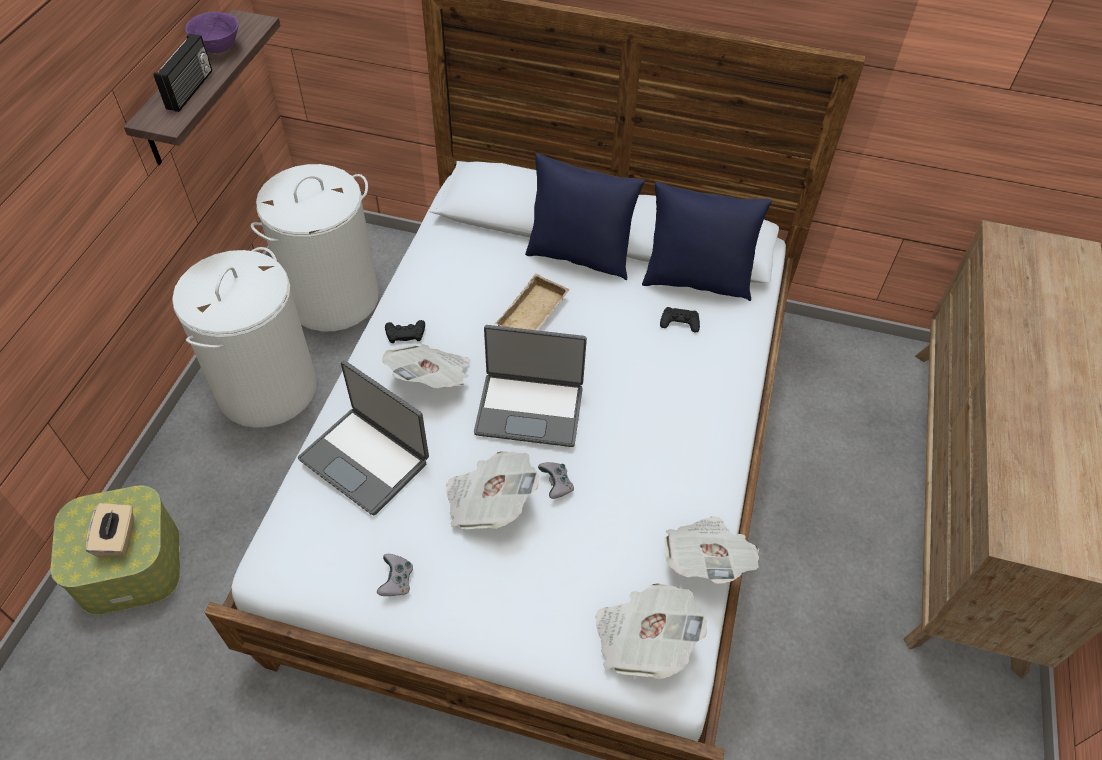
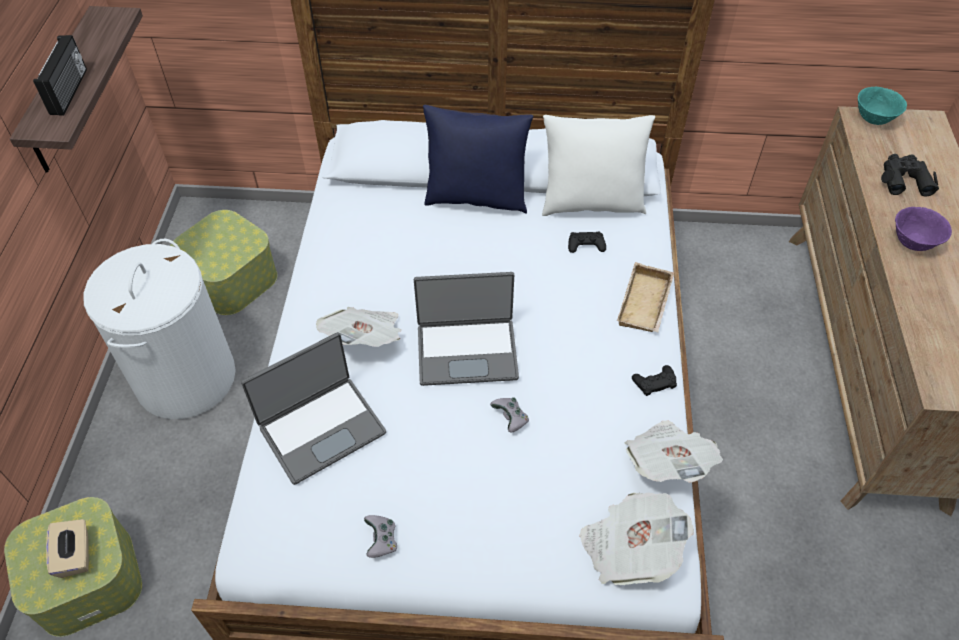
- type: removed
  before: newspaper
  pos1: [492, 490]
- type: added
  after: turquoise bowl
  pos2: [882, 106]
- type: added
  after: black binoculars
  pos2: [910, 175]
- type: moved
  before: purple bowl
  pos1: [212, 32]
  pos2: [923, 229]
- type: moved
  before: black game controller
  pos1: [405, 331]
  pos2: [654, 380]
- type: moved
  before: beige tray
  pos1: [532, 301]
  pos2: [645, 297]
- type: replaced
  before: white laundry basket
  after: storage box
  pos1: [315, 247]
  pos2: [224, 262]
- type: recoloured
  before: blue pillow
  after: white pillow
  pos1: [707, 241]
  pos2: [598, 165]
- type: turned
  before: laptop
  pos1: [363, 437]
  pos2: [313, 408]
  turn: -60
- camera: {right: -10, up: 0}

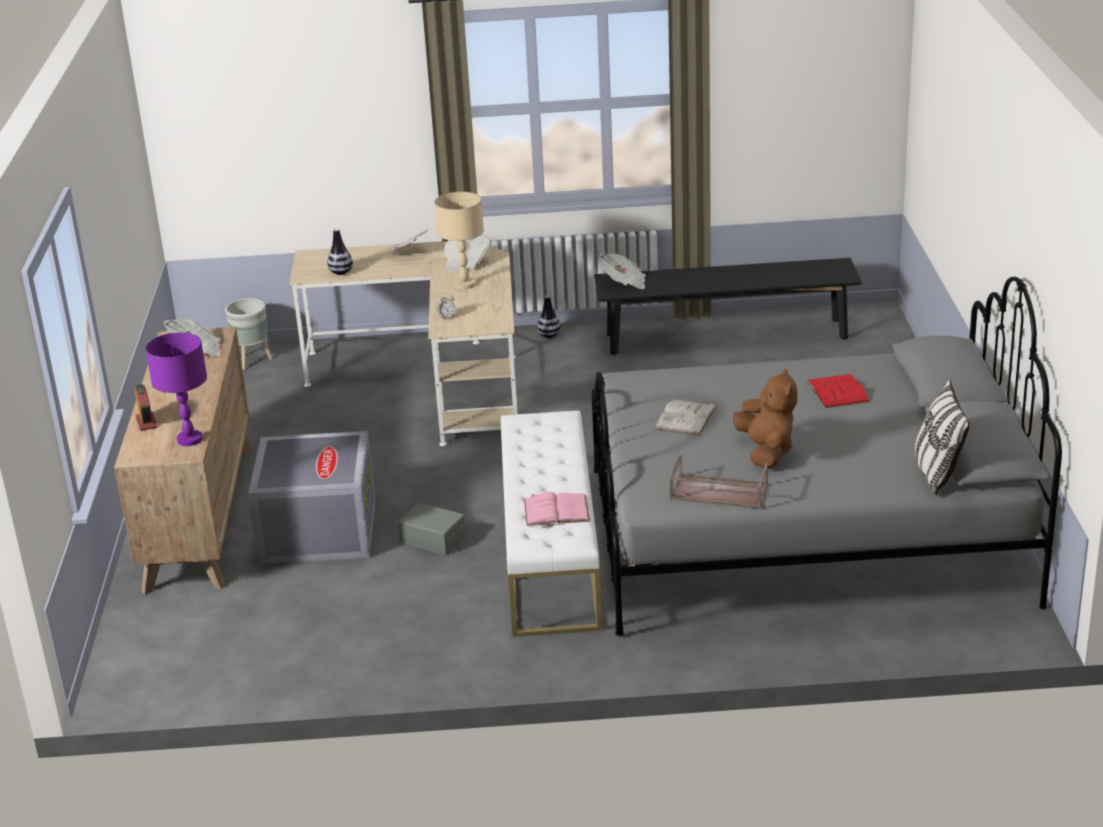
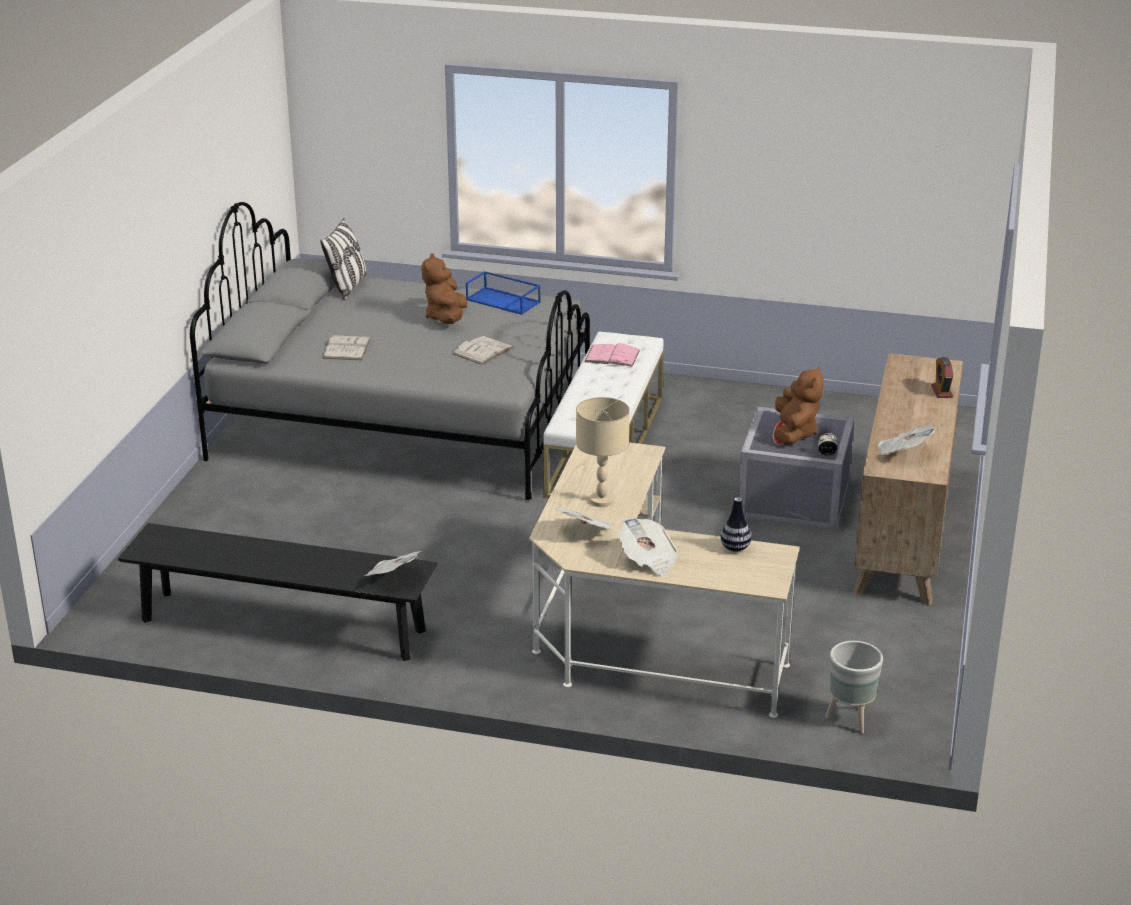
- type: removed
  before: purple table lamp
  pos1: [176, 389]
- type: removed
  before: grey storage box
  pos1: [432, 529]
- type: removed
  before: vase
  pos1: [549, 316]
- type: added
  after: brown plush toy
  pos2: [799, 405]
- type: moved
  before: alarm clock
  pos1: [446, 306]
  pos2: [827, 444]
- type: recoloured
  before: brown tray
  after: blue tray
  pos1: [719, 481]
  pos2: [503, 293]
- type: recoloured
  before: red book
  after: white book
  pos1: [838, 391]
  pos2: [347, 347]
- camera: {right: -165, up: 0}

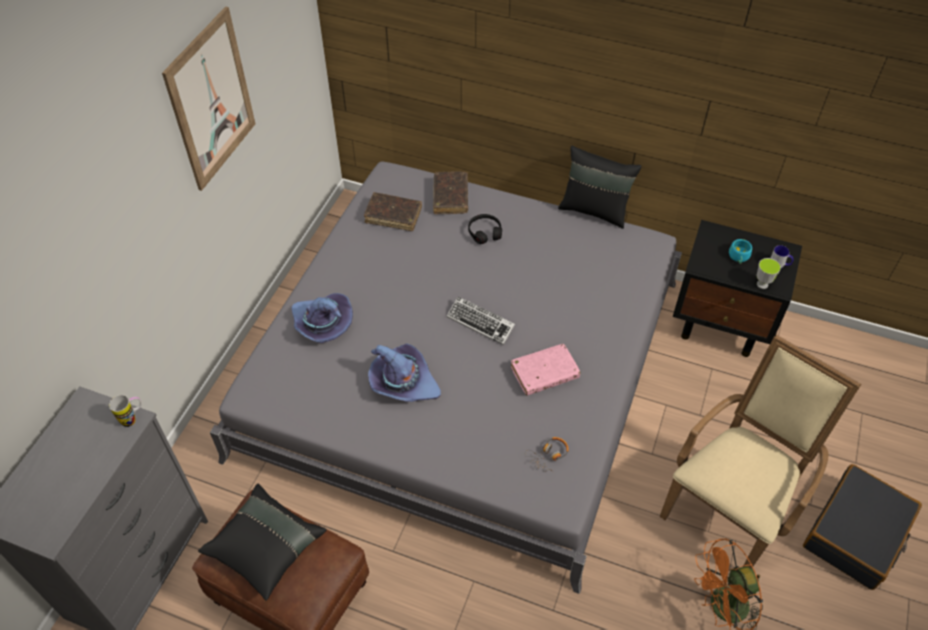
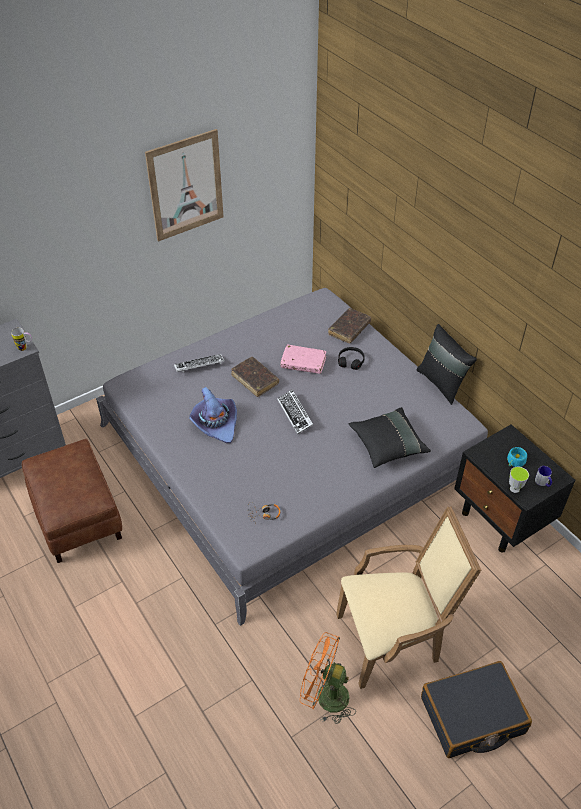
- type: moved
  before: black pillow
  pos1: [262, 542]
  pos2: [390, 437]
- type: moved
  before: brown book
  pos1: [393, 211]
  pos2: [255, 377]
- type: moved
  before: pink book
  pos1: [546, 369]
  pos2: [303, 359]
- type: replaced
  before: purple hat
  after: keyboard
  pos1: [322, 318]
  pos2: [199, 363]
- camera: {right: 35, up: -5}

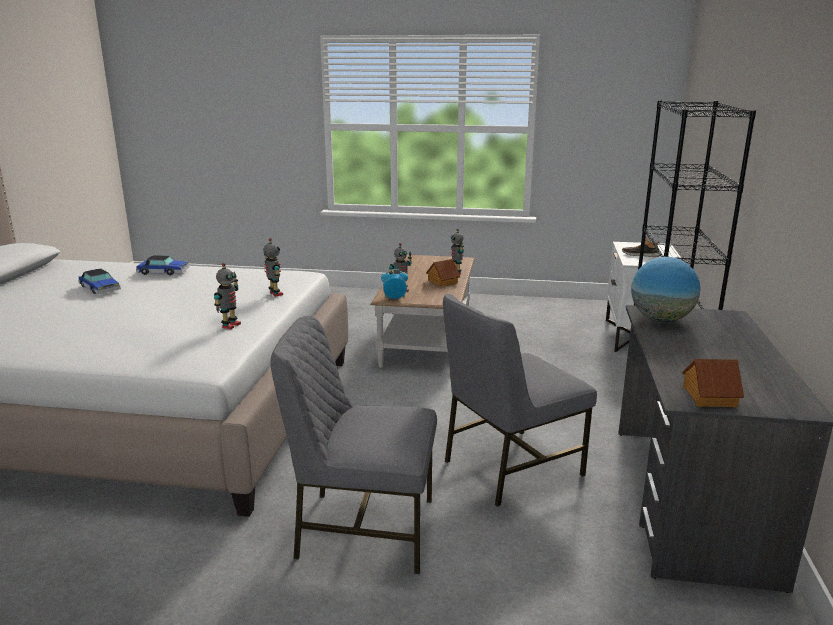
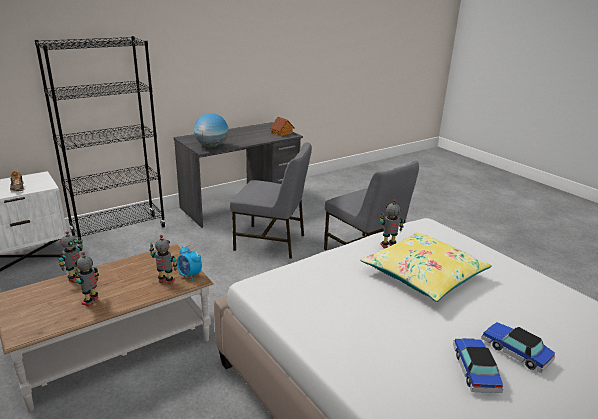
- type: removed
  before: toy house
  pos1: [443, 273]
- type: added
  after: yellow pillow
  pos2: [426, 267]
- type: moved
  before: toy car
  pos1: [162, 265]
  pos2: [518, 347]
- type: moved
  before: toy robot
  pos1: [273, 267]
  pos2: [87, 279]
- camera: {right: -135, up: 5}

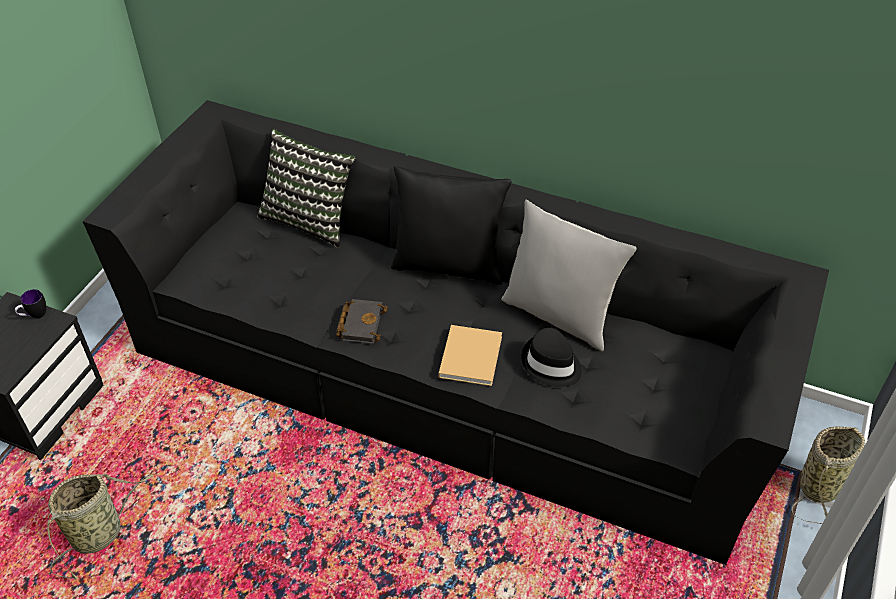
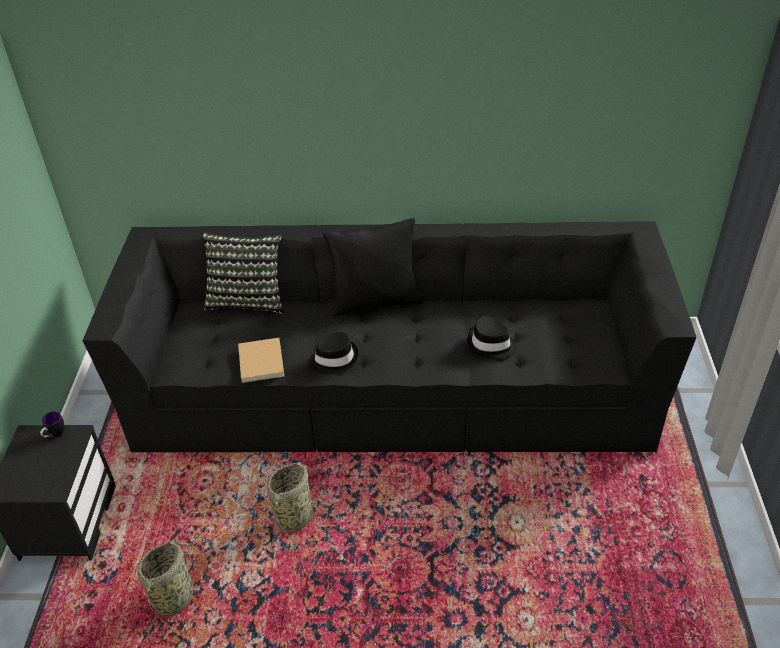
- type: removed
  before: grey pillow
  pos1: [569, 275]
- type: moved
  before: beige book
  pos1: [470, 355]
  pos2: [261, 360]
- type: moved
  before: basket
  pos1: [828, 475]
  pos2: [294, 507]
- type: replaced
  before: black book
  after: black hat
  pos1: [362, 321]
  pos2: [333, 353]
- camera: {right: -20, up: -5}

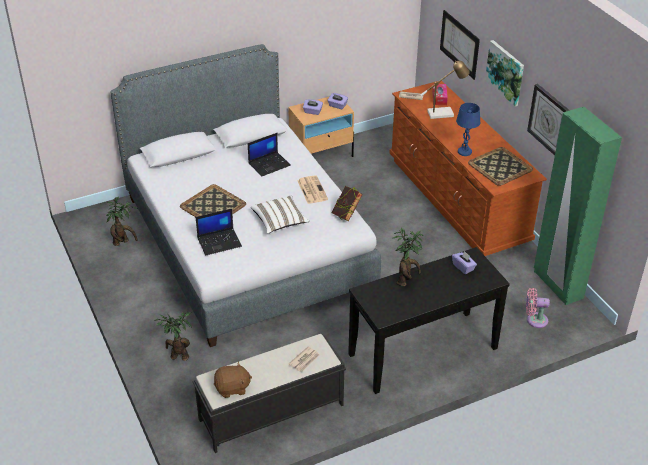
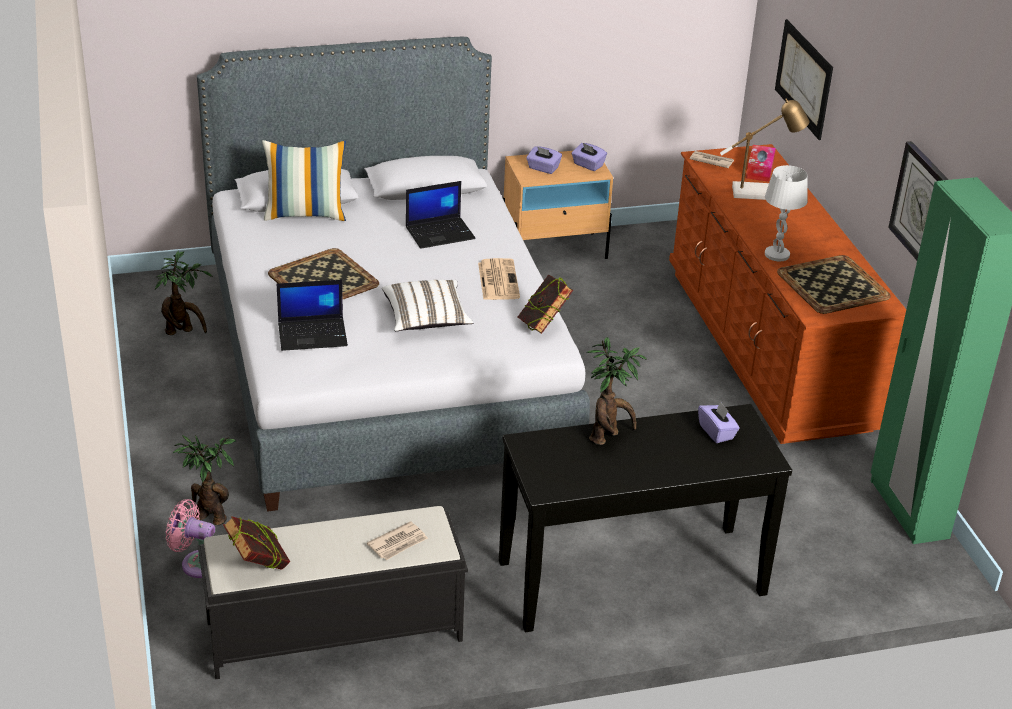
- type: removed
  before: picture
  pos1: [504, 73]
- type: added
  after: pillow
  pos2: [304, 180]
- type: moved
  before: pink fan
  pos1: [538, 308]
  pos2: [190, 538]
- type: replaced
  before: brown plush toy
  after: book
  pos1: [233, 380]
  pos2: [256, 543]
- type: recoloured
  before: blue table lamp
  after: white table lamp
  pos1: [468, 129]
  pos2: [786, 213]
- camera: {right: 10, up: -5}

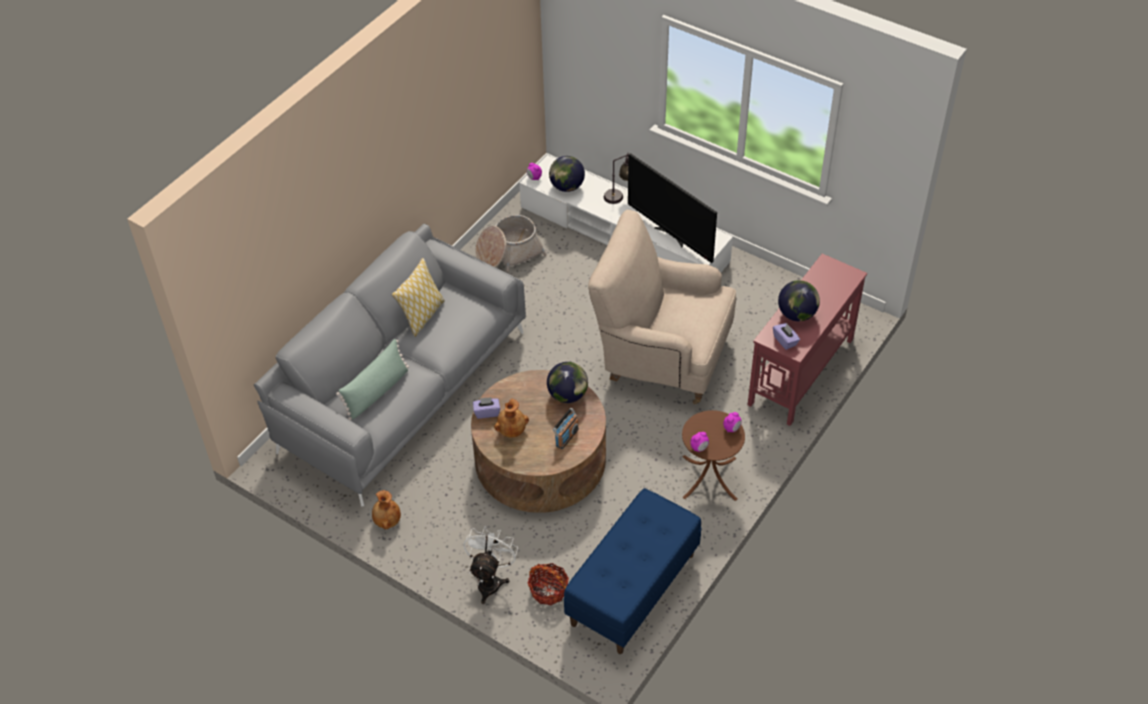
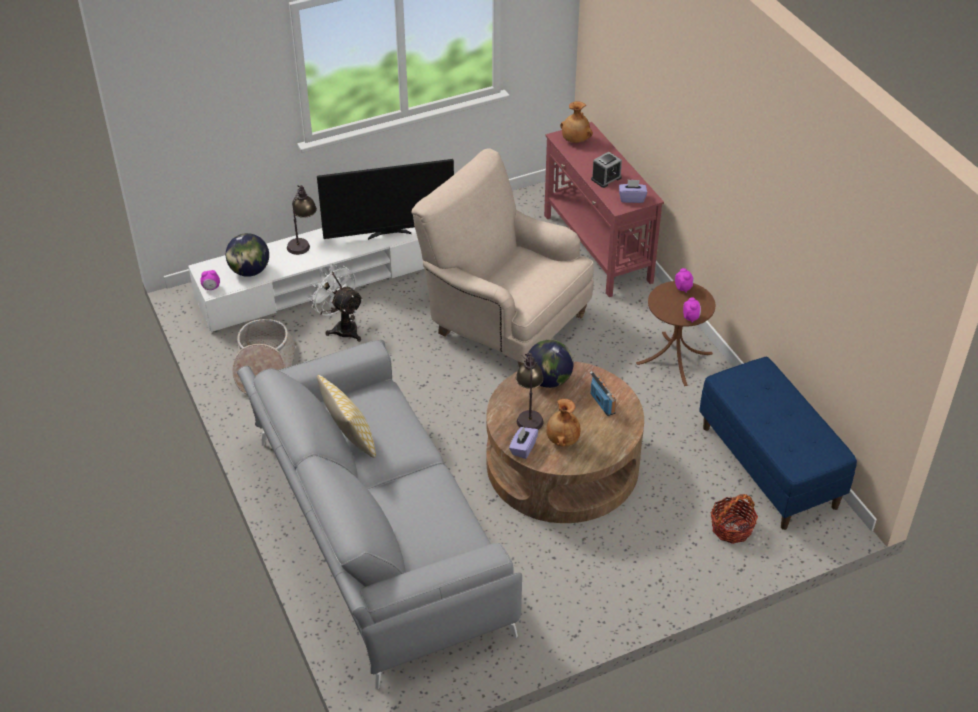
- type: removed
  before: green pillow
  pos1: [372, 379]
- type: added
  after: table lamp
  pos2: [530, 391]
- type: moved
  before: brown vase
  pos1: [386, 509]
  pos2: [576, 122]
- type: moved
  before: white fan
  pos1: [491, 565]
  pos2: [335, 303]
- type: replaced
  before: globe
  after: alarm clock
  pos1: [799, 300]
  pos2: [606, 170]
- type: turned
  before: beige armchair
  pos1: [662, 307]
  pos2: [503, 258]
  turn: 75
- camera: {right: -60, up: -5}

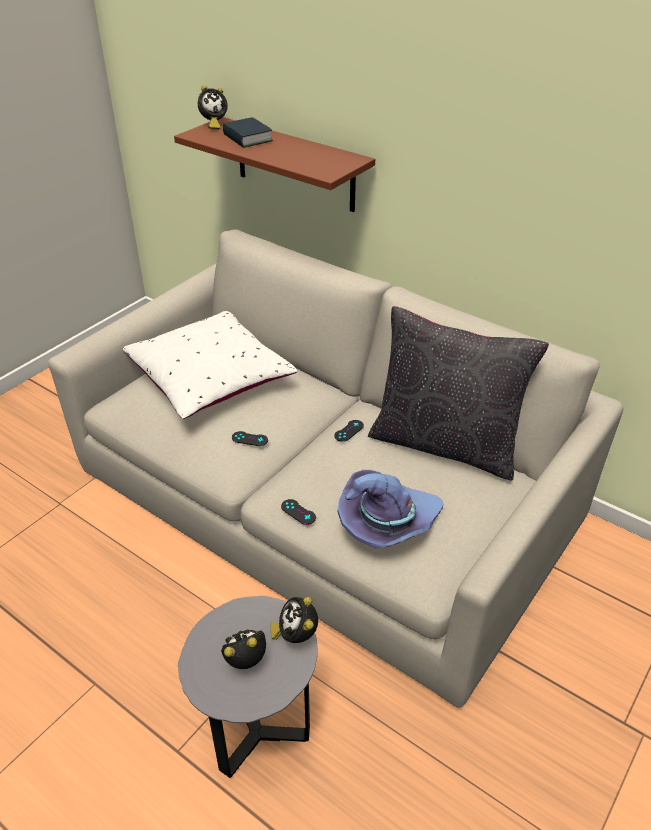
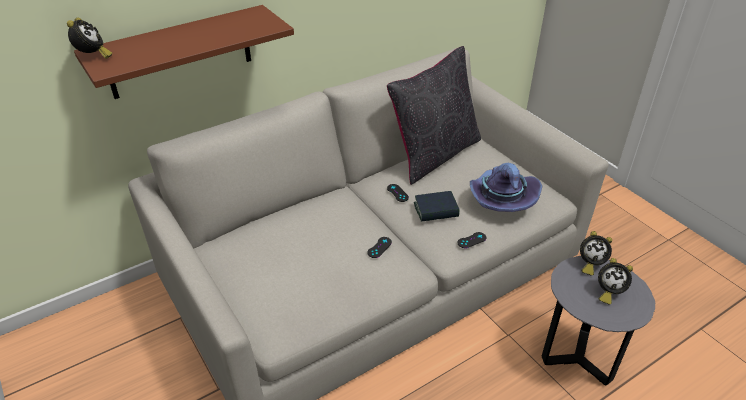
- type: removed
  before: white pillow
  pos1: [210, 365]
- type: moved
  before: book
  pos1: [248, 132]
  pos2: [437, 206]
- type: turned
  before: alarm clock
  pos1: [243, 649]
  pos2: [615, 281]
  turn: -75
- camera: {right: -70, up: 0}

